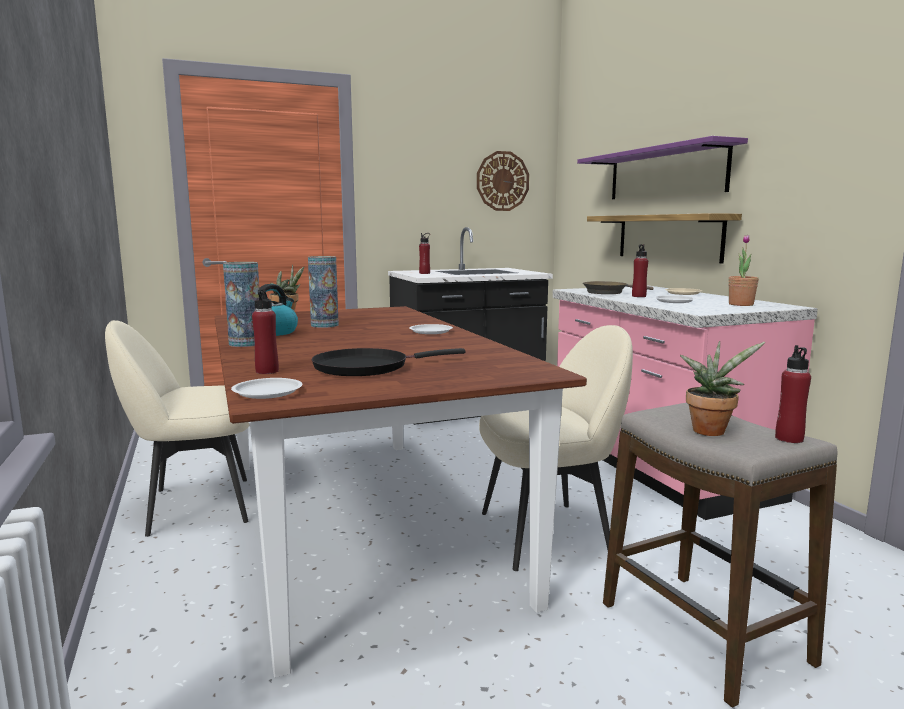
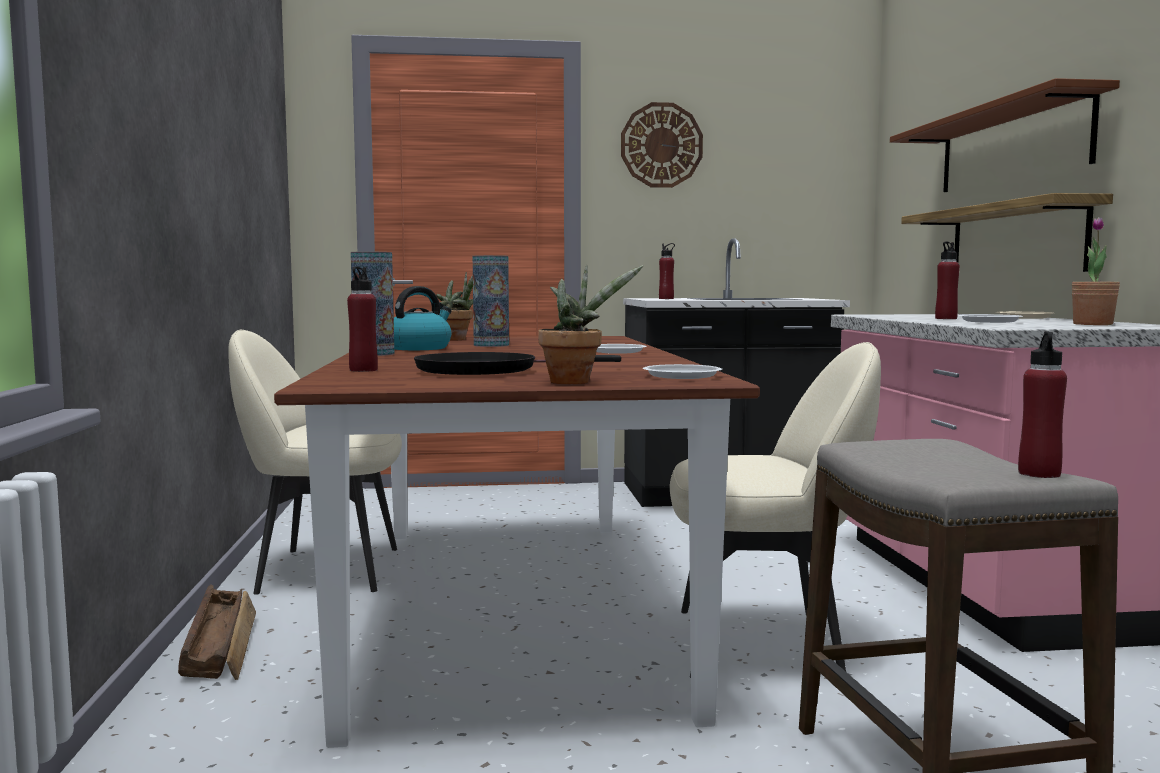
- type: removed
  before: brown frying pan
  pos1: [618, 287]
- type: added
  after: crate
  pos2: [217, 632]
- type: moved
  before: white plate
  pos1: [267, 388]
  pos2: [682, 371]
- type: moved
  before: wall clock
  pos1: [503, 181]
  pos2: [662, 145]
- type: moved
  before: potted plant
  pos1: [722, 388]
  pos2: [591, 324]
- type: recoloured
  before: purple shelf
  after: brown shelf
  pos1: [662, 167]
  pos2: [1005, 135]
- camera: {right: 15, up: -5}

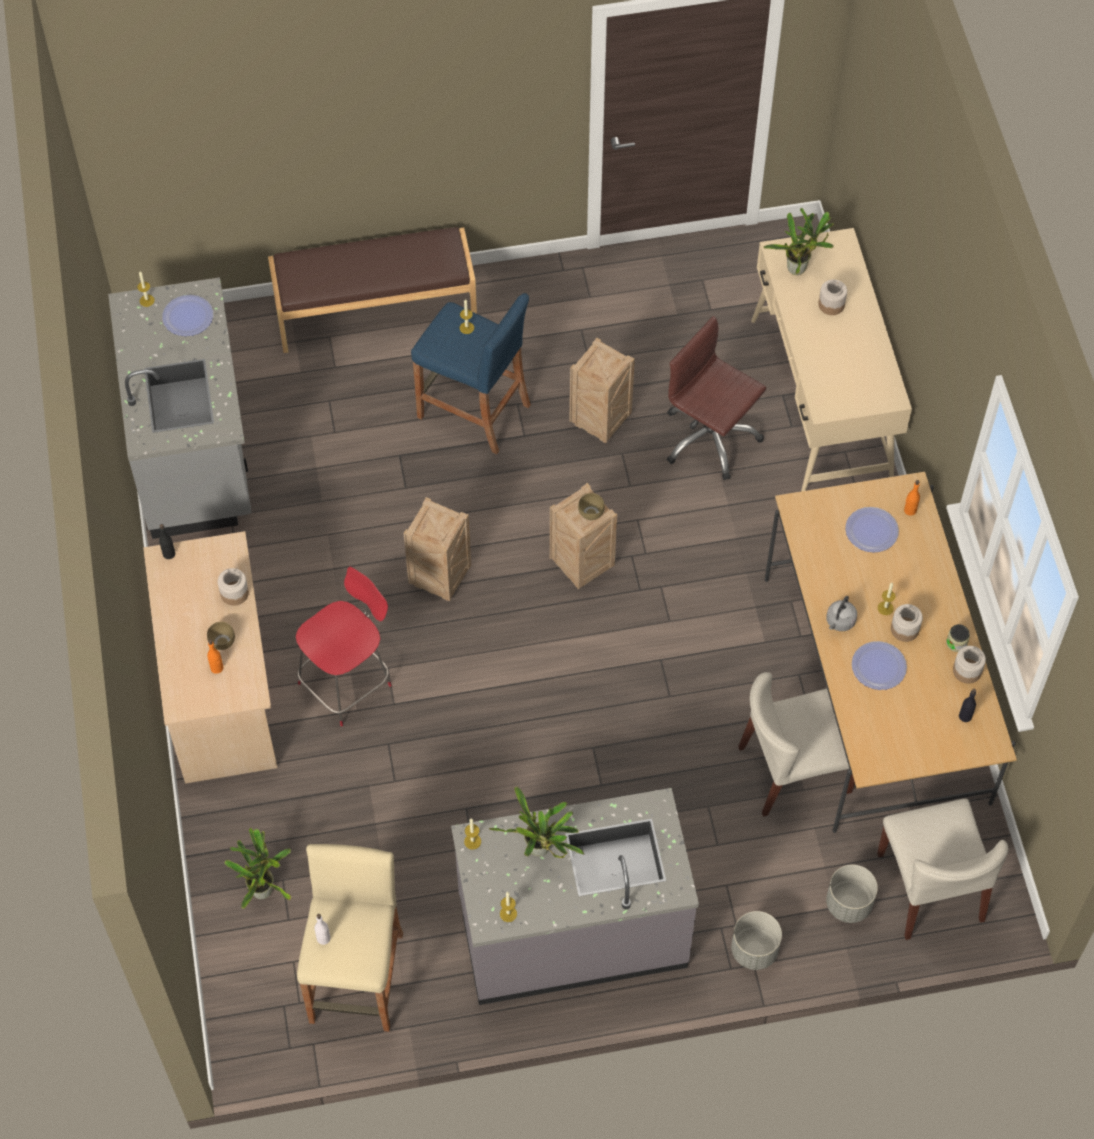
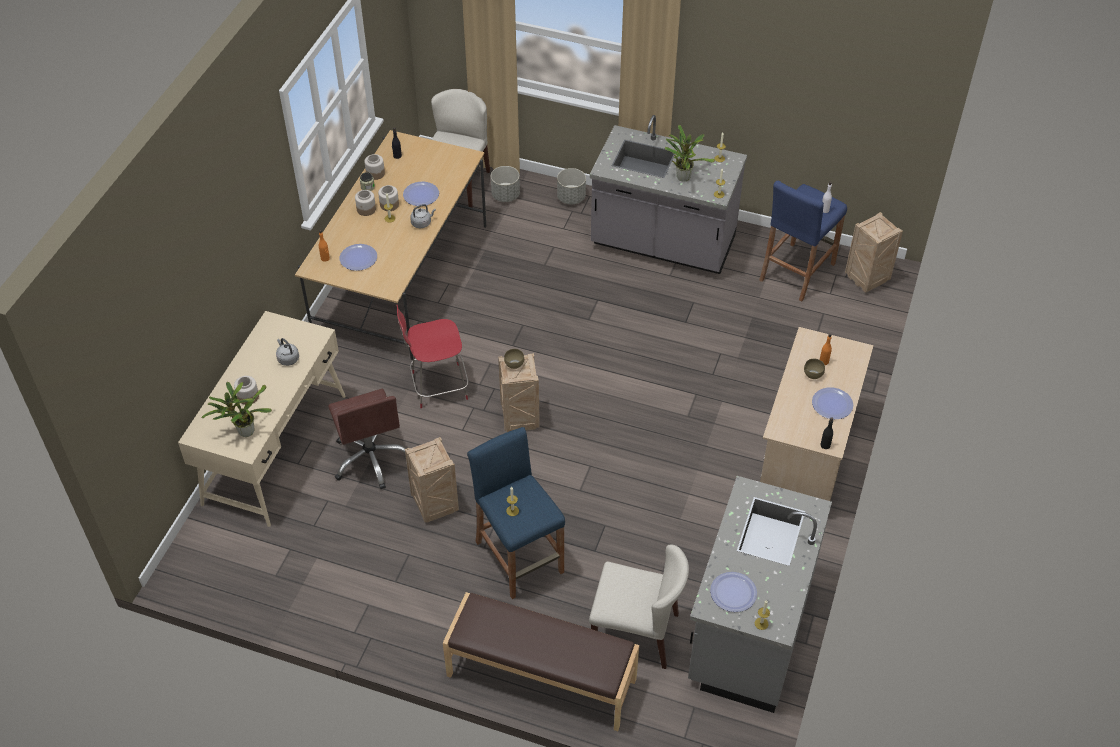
- type: removed
  before: potted plant
  pos1: [258, 868]
- type: added
  after: grey kettle
  pos2: [287, 352]
- type: added
  after: plate
  pos2: [832, 403]
- type: moved
  before: jar
  pos1: [233, 587]
  pos2: [365, 203]
- type: moved
  before: red chair
  pos1: [343, 646]
  pos2: [432, 356]
- type: moved
  before: crate
  pos1: [437, 549]
  pos2: [874, 252]
- type: moved
  before: beige chair
  pos1: [796, 744]
  pos2: [639, 606]
- type: recoloured
  before: beige stool
  after: blue stool
  pos1: [350, 938]
  pos2: [803, 241]
- camera: {right: -150, up: -10}

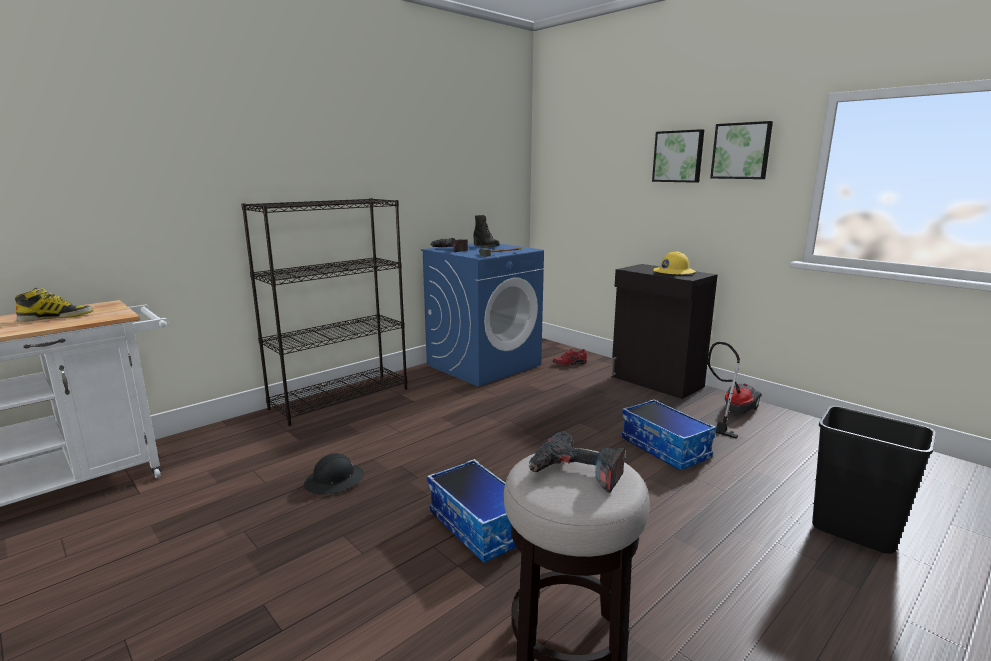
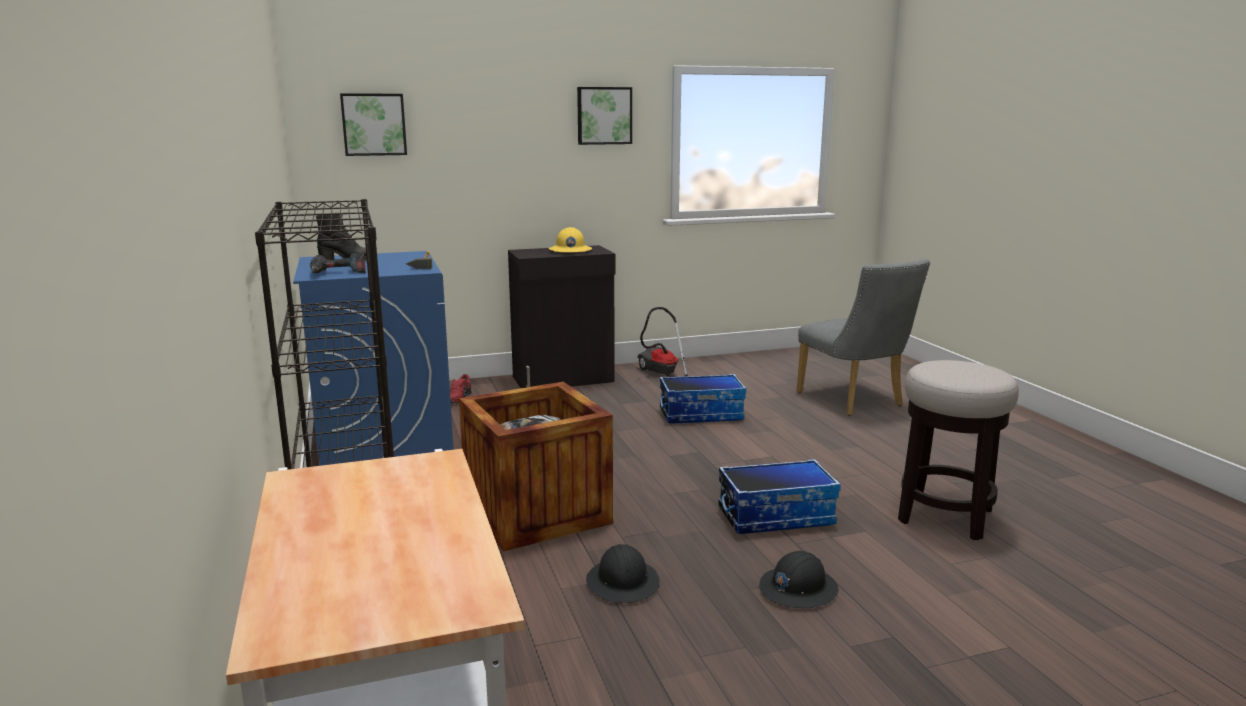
- type: removed
  before: boot
  pos1: [54, 304]
- type: removed
  before: power drill
  pos1: [577, 462]
- type: added
  after: crate
  pos2: [536, 467]
- type: added
  after: black hard hat
  pos2: [799, 579]
- type: moved
  before: picture
  pos1: [678, 156]
  pos2: [373, 124]
- type: replaced
  before: black trash can
  after: grey chair
  pos1: [874, 480]
  pos2: [863, 337]
- camera: {right: -65, up: 0}

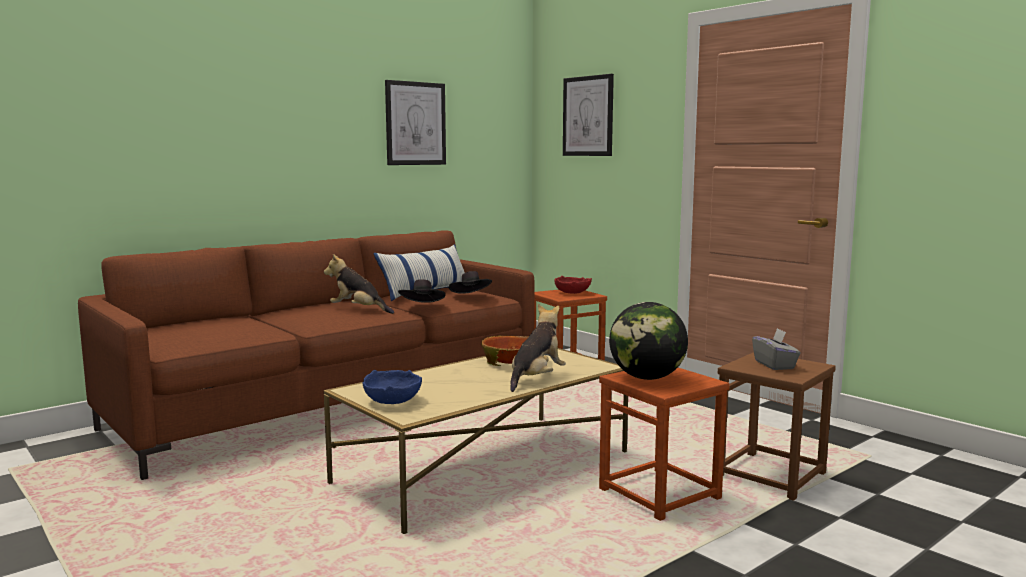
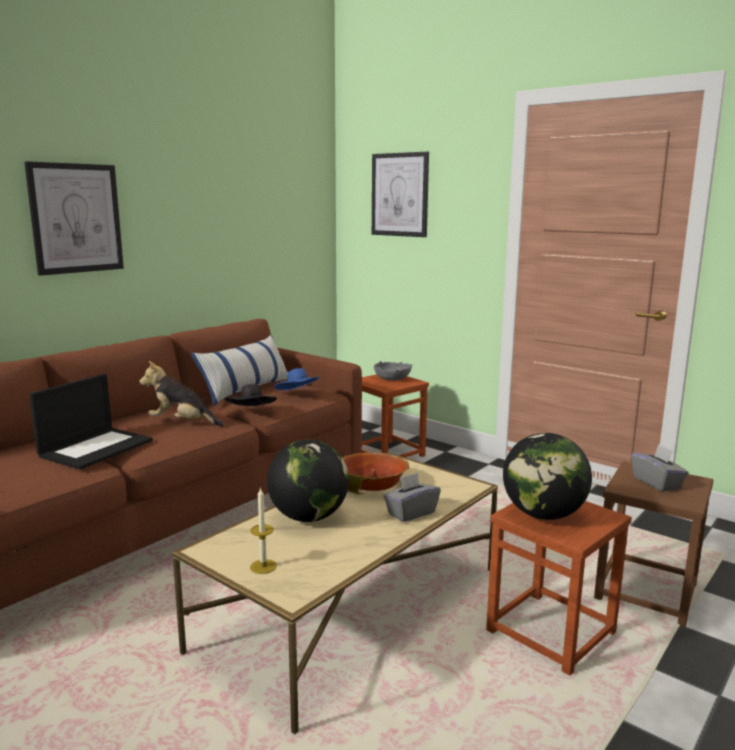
- type: added
  after: laptop
  pos2: [91, 422]
- type: added
  after: globe
  pos2: [308, 481]
- type: moved
  before: picture
  pos1: [415, 122]
  pos2: [74, 218]
- type: replaced
  before: blue bowl
  after: candle
  pos1: [392, 387]
  pos2: [263, 530]
- type: replaced
  before: plush toy
  after: grey tissue box
  pos1: [538, 348]
  pos2: [412, 497]
- type: recoloured
  before: black hat
  after: blue hat
  pos1: [470, 282]
  pos2: [297, 379]
- type: recoloured
  before: red bowl
  after: grey bowl
  pos1: [573, 285]
  pos2: [393, 370]
- camera: {right: -10, up: 5}

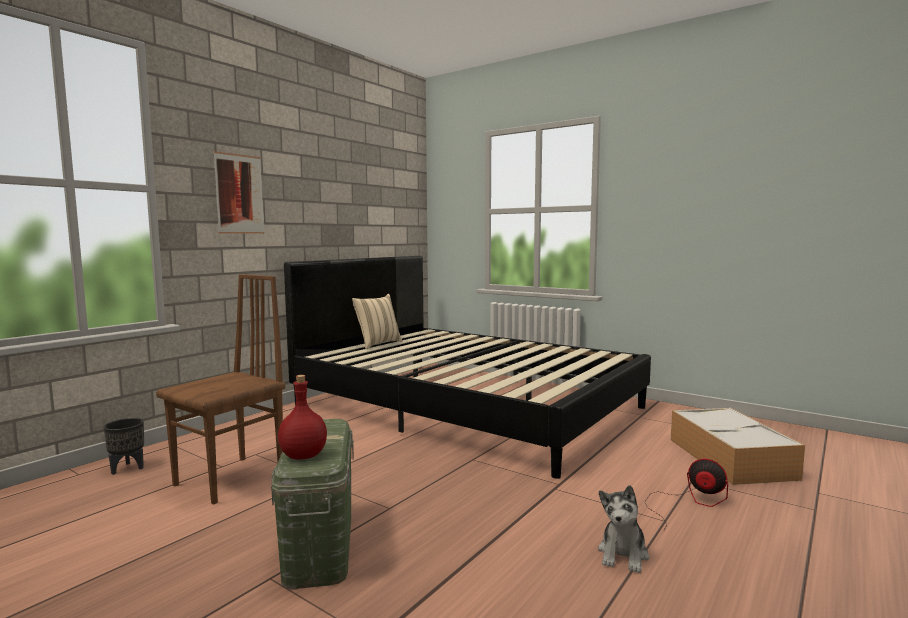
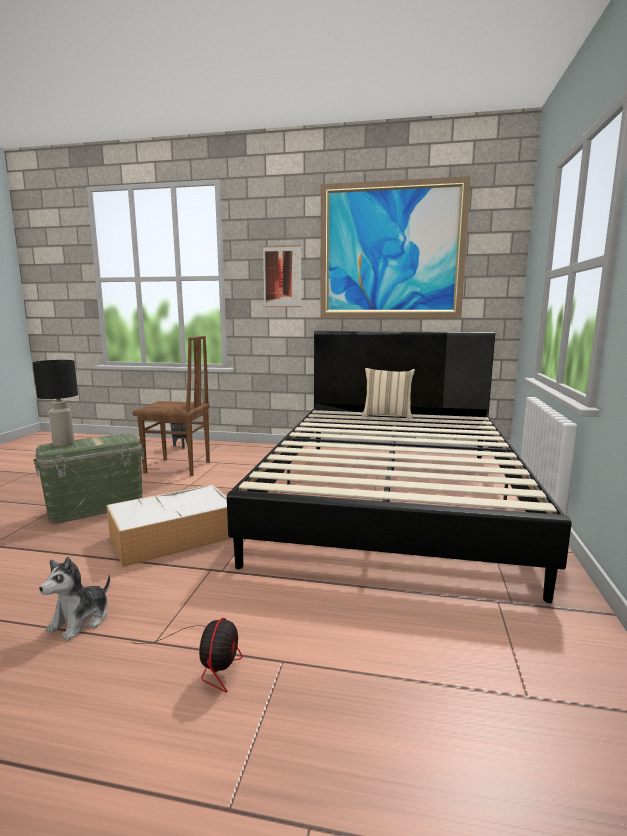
- type: added
  after: picture
  pos2: [395, 247]
- type: moved
  before: storage box
  pos1: [738, 446]
  pos2: [169, 525]
- type: replaced
  before: red bottle
  after: black table lamp
  pos1: [302, 417]
  pos2: [55, 403]
- type: turned
  before: plush toy
  pos1: [623, 529]
  pos2: [74, 599]
  turn: -60
- camera: {right: 65, up: 5}

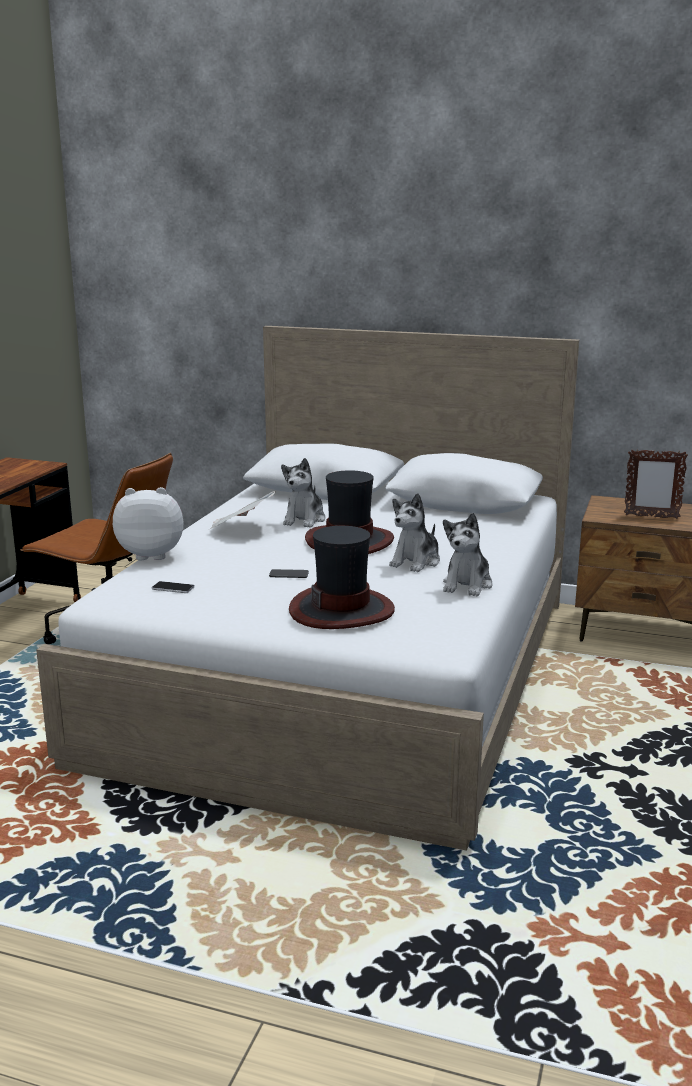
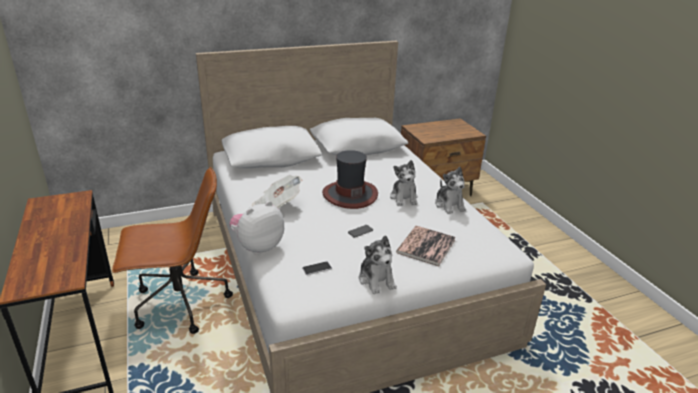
- type: removed
  before: picture frame
  pos1: [656, 484]
- type: moved
  before: plush toy
  pos1: [303, 493]
  pos2: [378, 264]
- type: replaced
  before: hat
  after: book
  pos1: [342, 577]
  pos2: [426, 246]
- camera: {right: -40, up: 10}

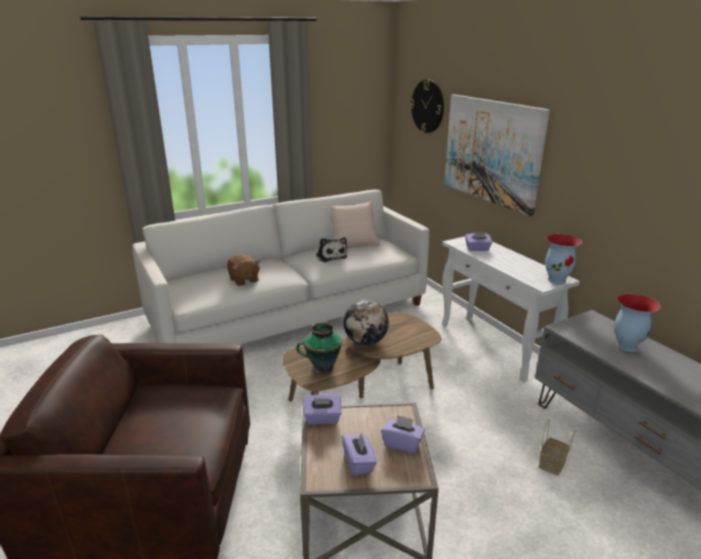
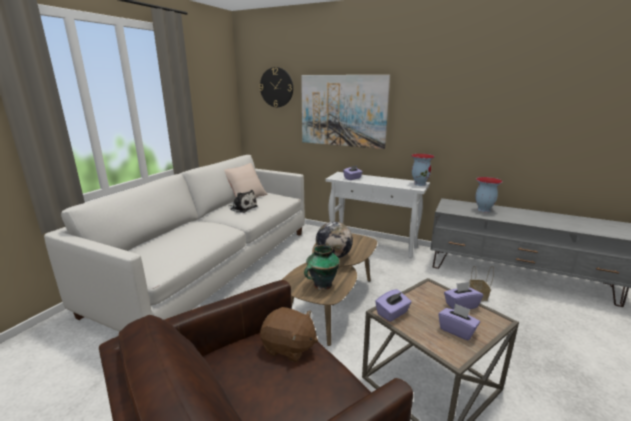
- type: moved
  before: brown plush toy
  pos1: [243, 270]
  pos2: [289, 334]
- camera: {right: -35, up: -5}

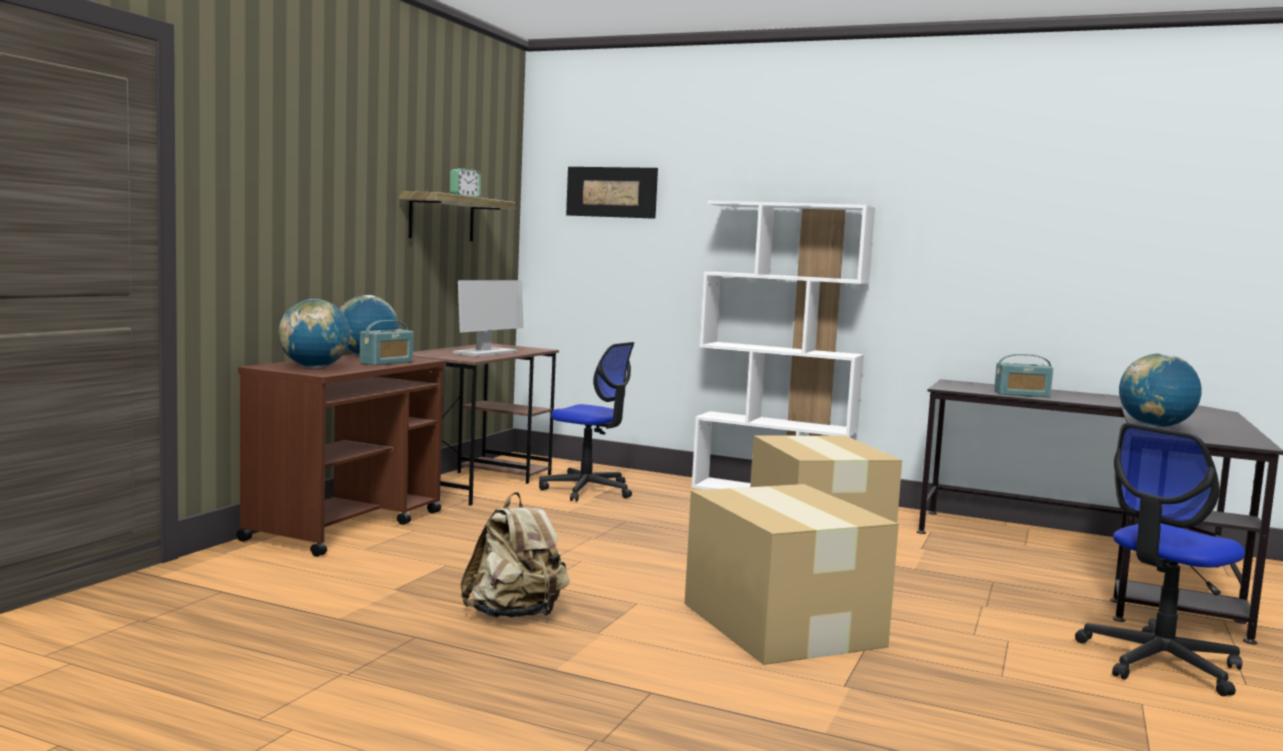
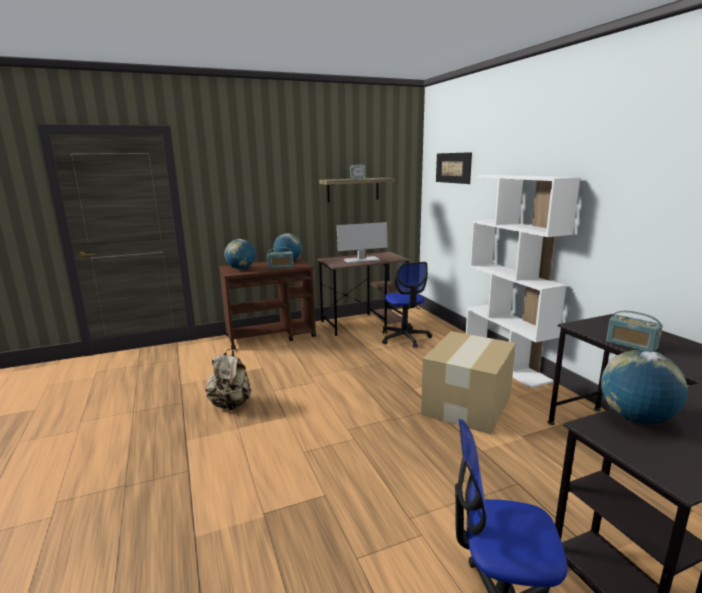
- type: removed
  before: cardboard box
  pos1: [792, 574]
- camera: {right: 45, up: 10}

